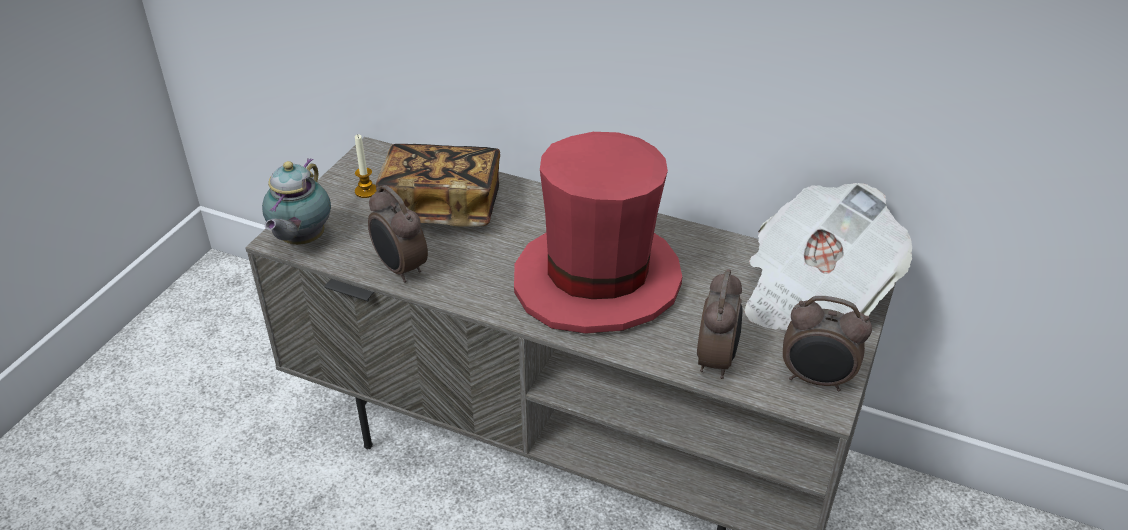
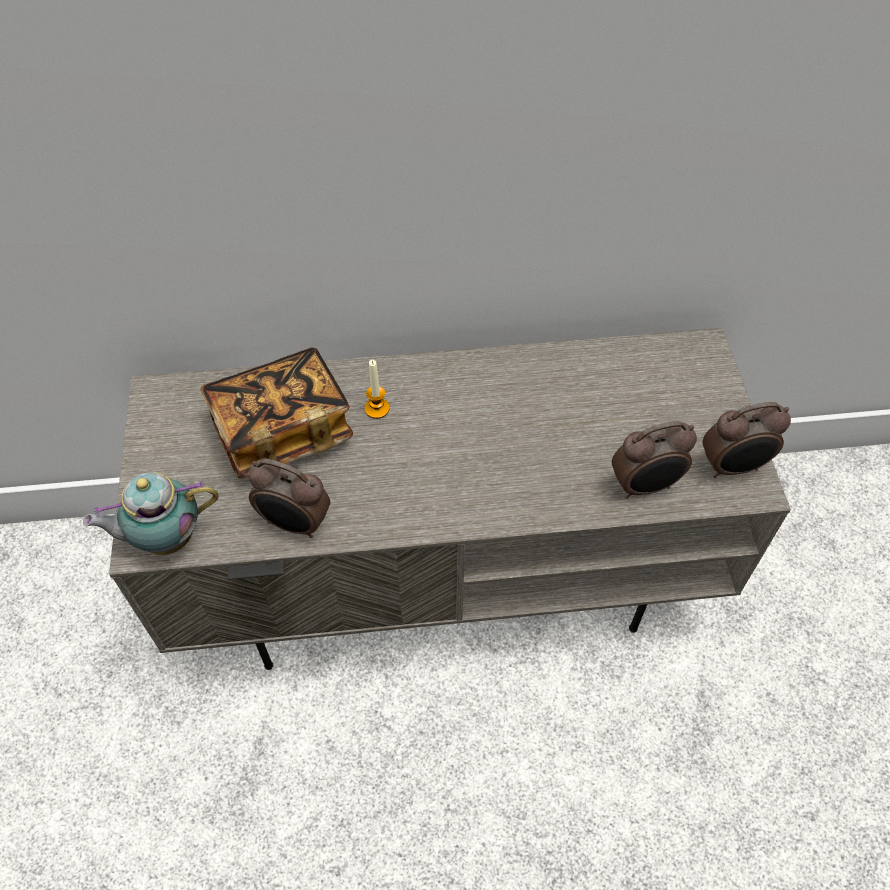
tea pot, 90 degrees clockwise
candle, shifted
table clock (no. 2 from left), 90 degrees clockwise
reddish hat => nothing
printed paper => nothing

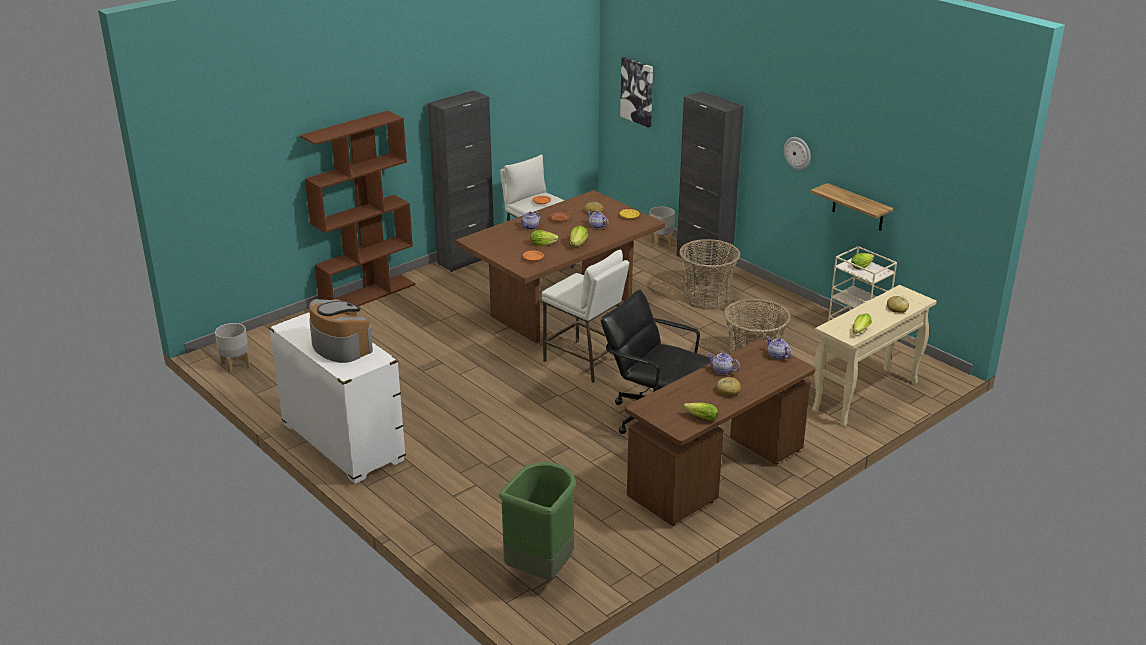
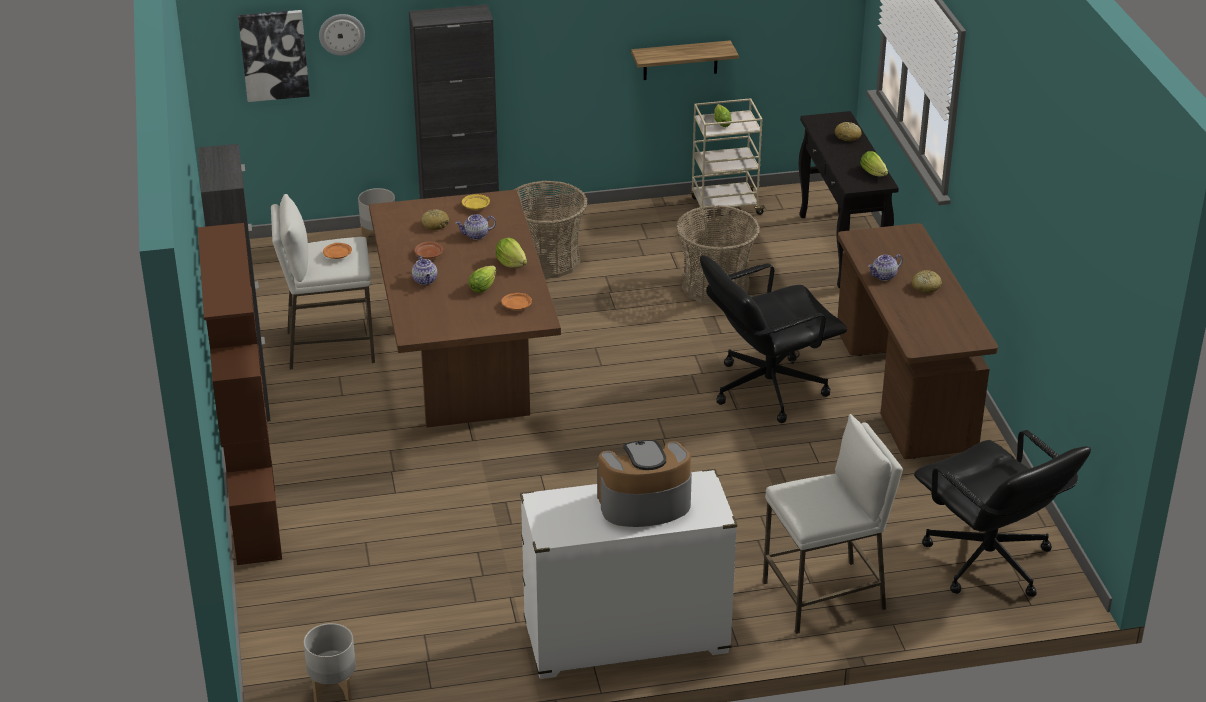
hanging clock, shifted
whitish stool (no. 2 from left), shifted
beige narrow table => blackish narrow table
green trash can => blackish computer chair (no. 2 from left)
lettuce head (no. 3 from left) => nothing
tea pot (no. 4 from left) => nothing

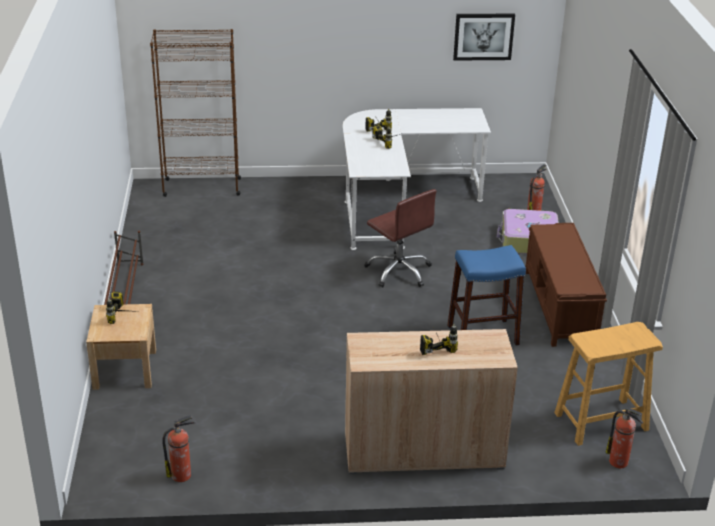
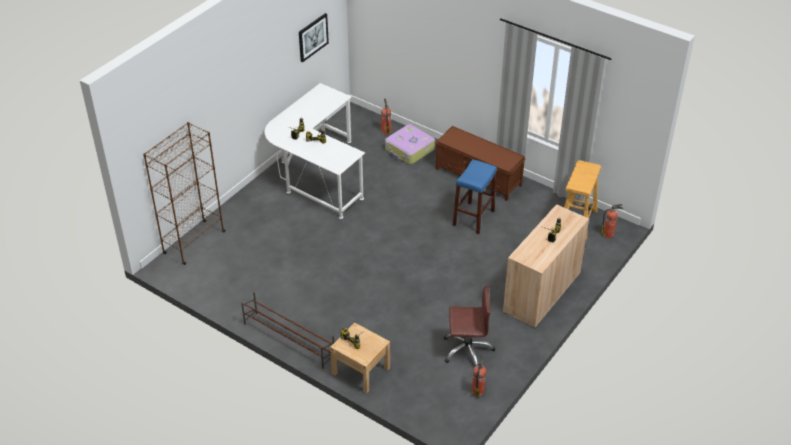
brownish computer chair, shifted

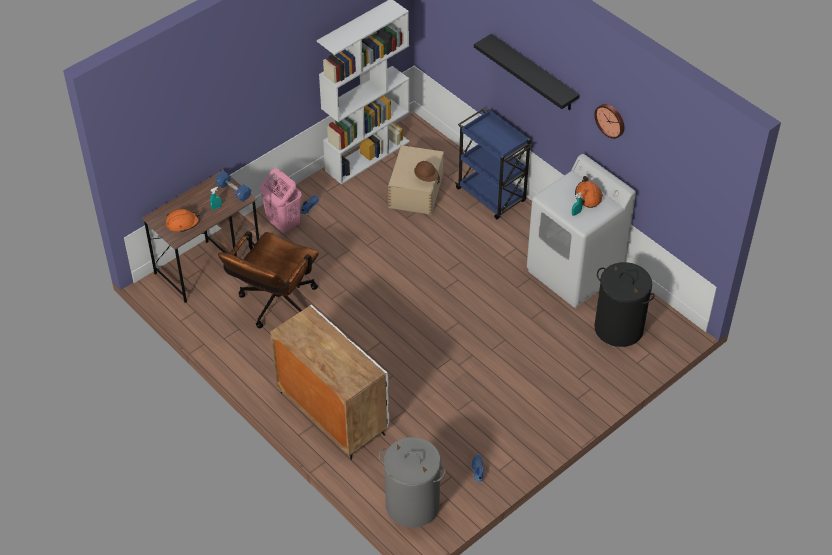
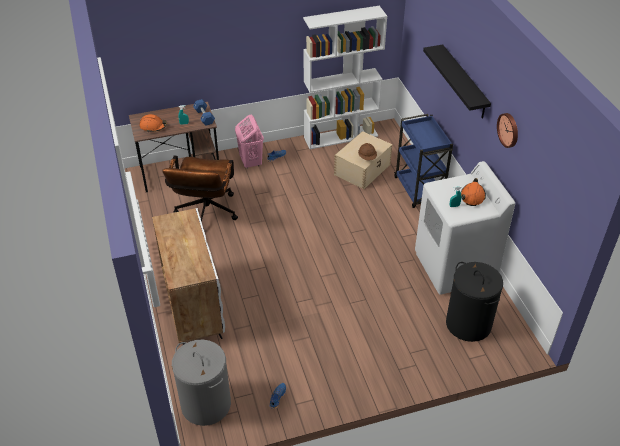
brownish computer chair, 45 degrees counterclockwise

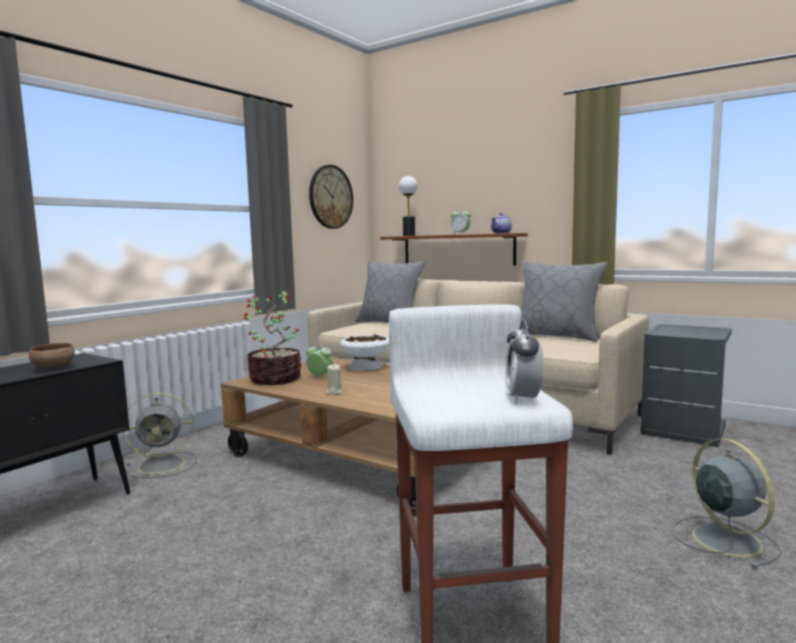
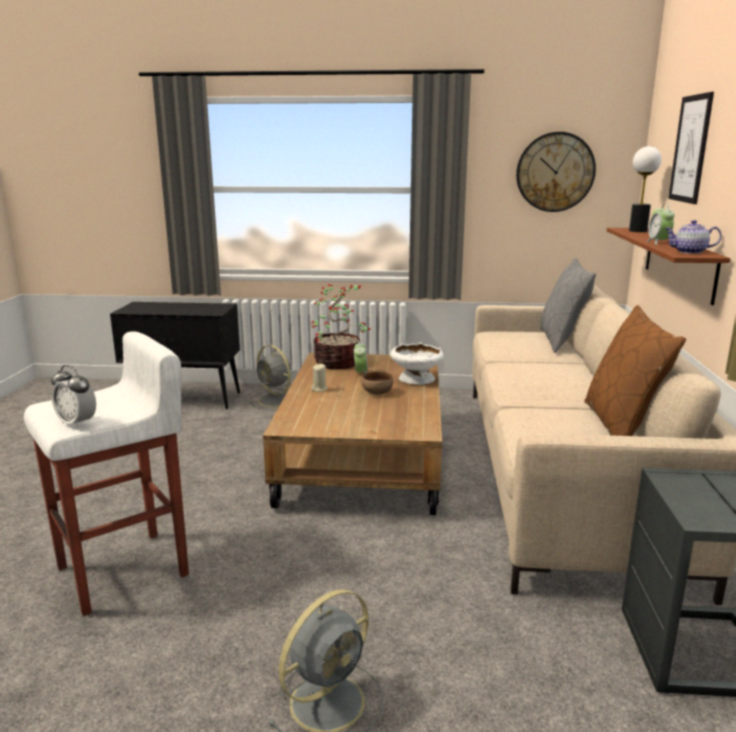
table clock (no. 3 from left in the first image) => table clock (no. 1 from left), 120 degrees counterclockwise
brownish serving bowl, shifted
greyish cushion (no. 2 from left) => brownish cushion
nothing => wall art

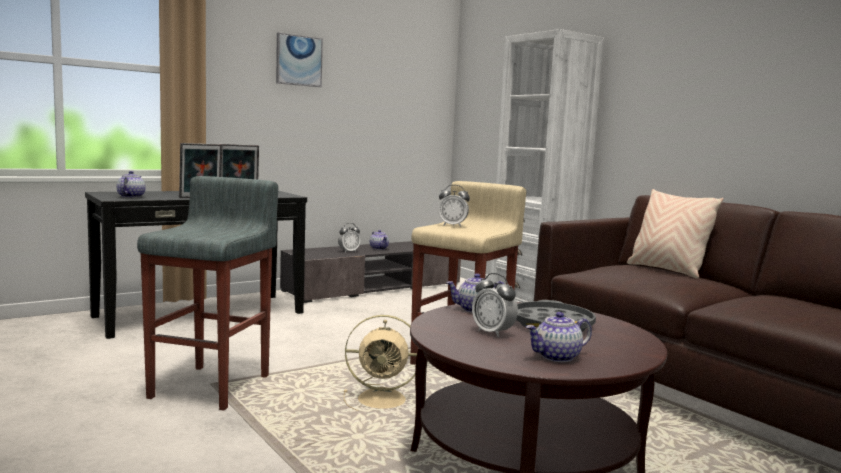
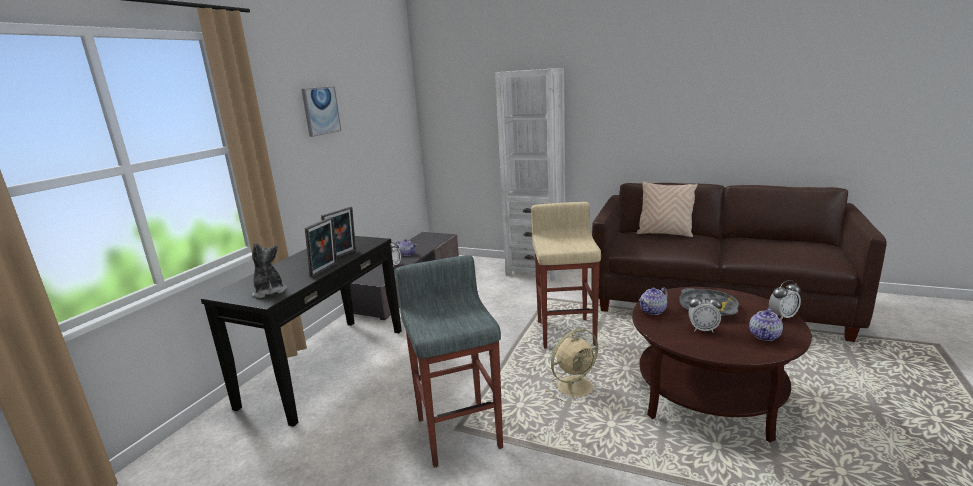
tea pot (no. 1 from left) => cuddly toy
table clock (no. 2 from left in the first image) => table clock (no. 3 from left), shifted

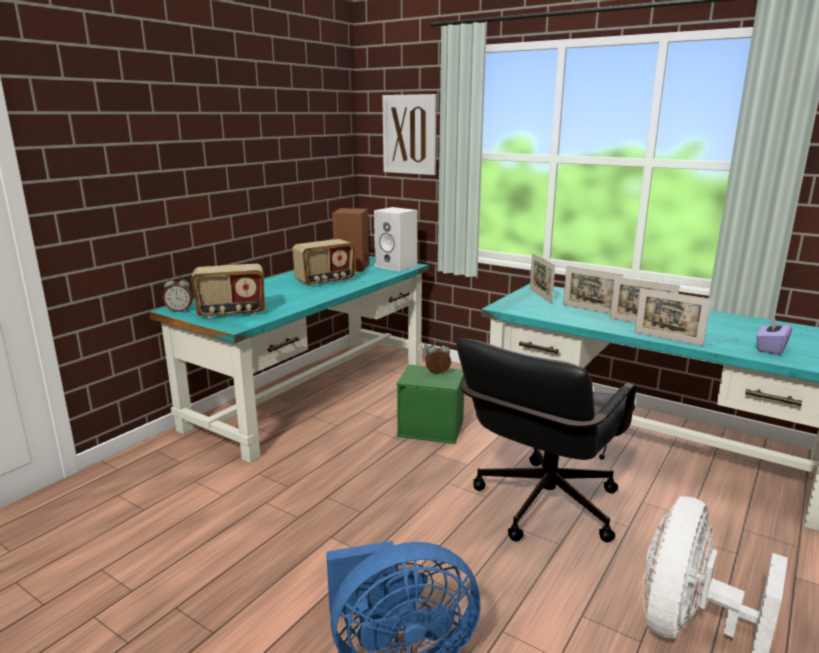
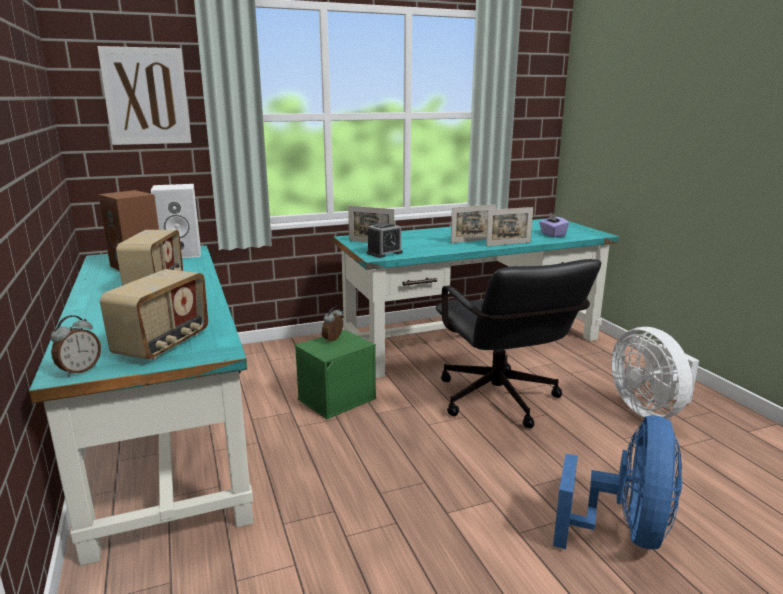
nothing => table clock (no. 3 from left)
standing frame (no. 2 from left) => nothing

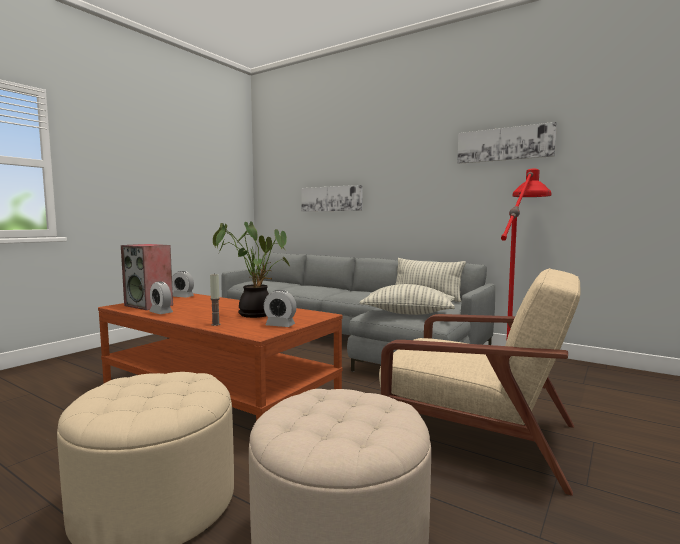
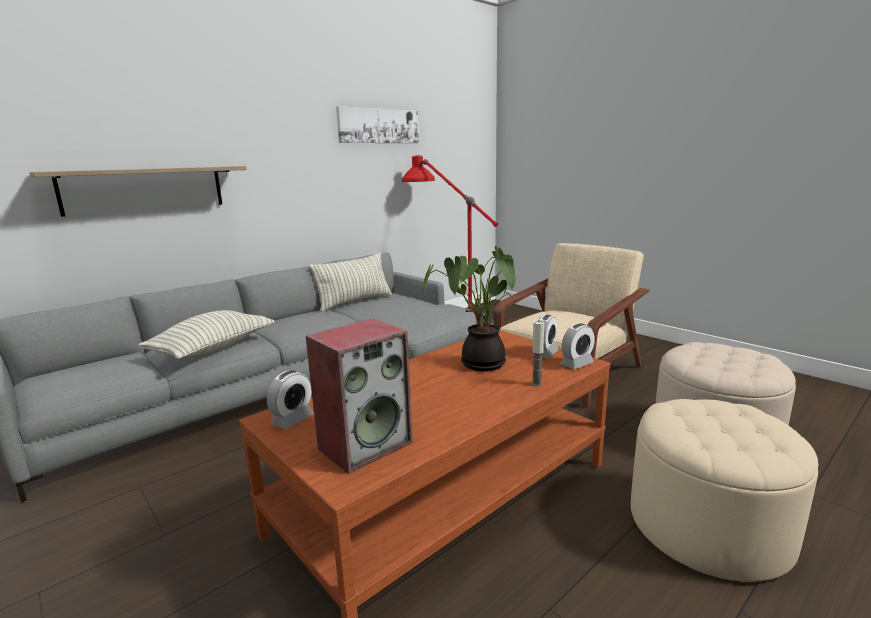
wall art (no. 1 from left) => shelf
cushion (no. 1 from left), shifted
table clock (no. 1 from left in the first image) => table clock (no. 3 from left), shifted

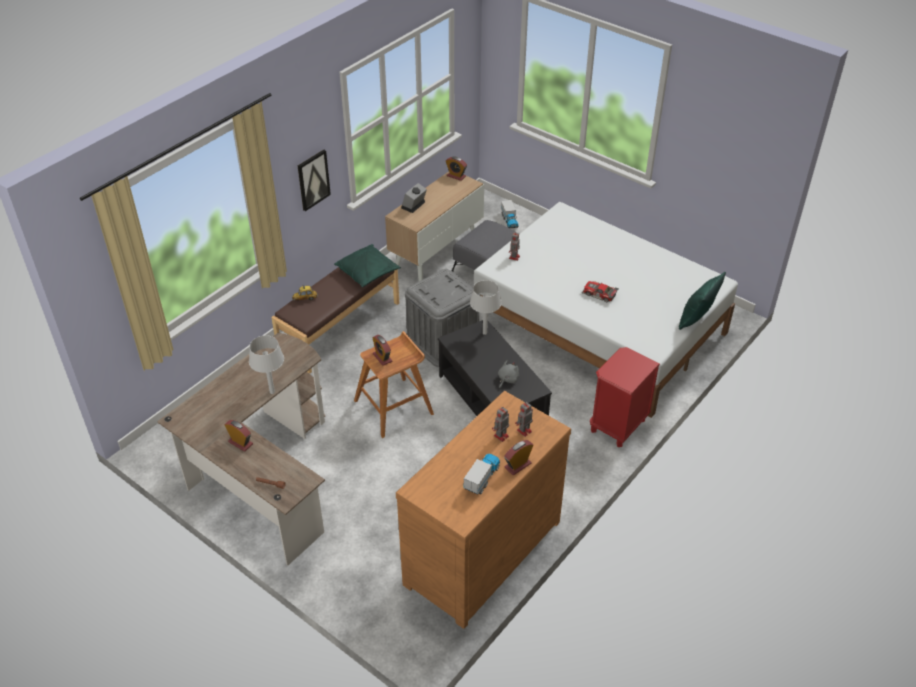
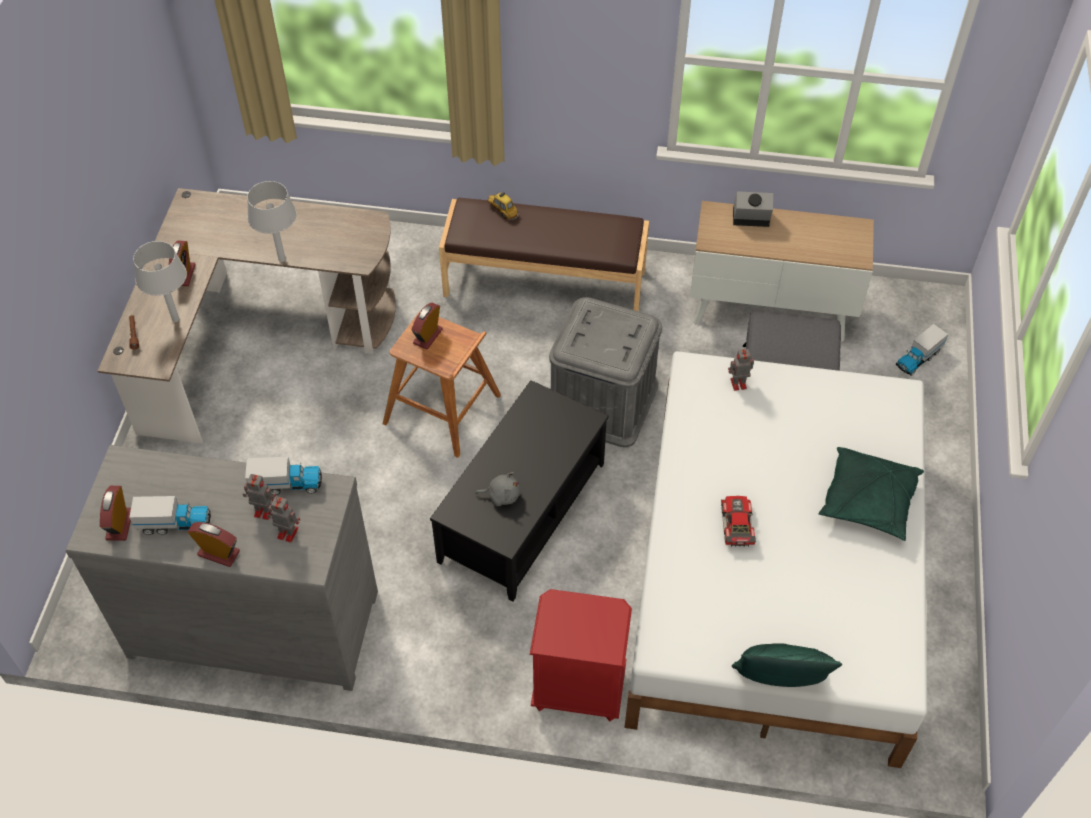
brownish dresser => greyish dresser
table clock (no. 4 from left in the first image) => table clock (no. 1 from left), shifted
greyish tabletop lamp (no. 2 from left in the first image) => greyish tabletop lamp (no. 1 from left), shifted
nothing => toy truck (no. 2 from left)
green cushion (no. 1 from left in the first image) => green cushion (no. 2 from left), shifted
wall art => nothing

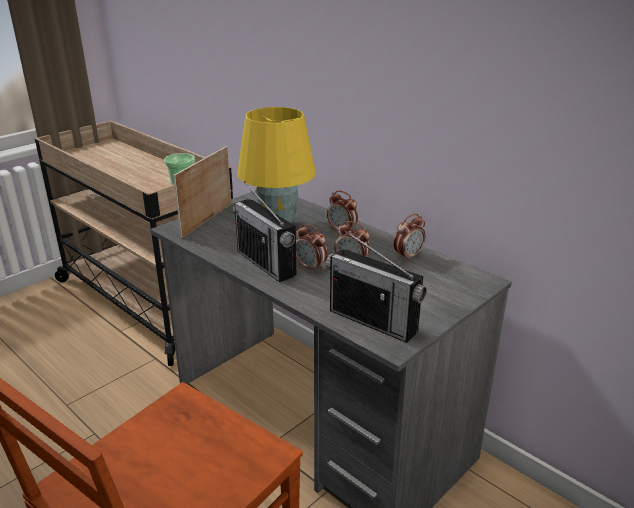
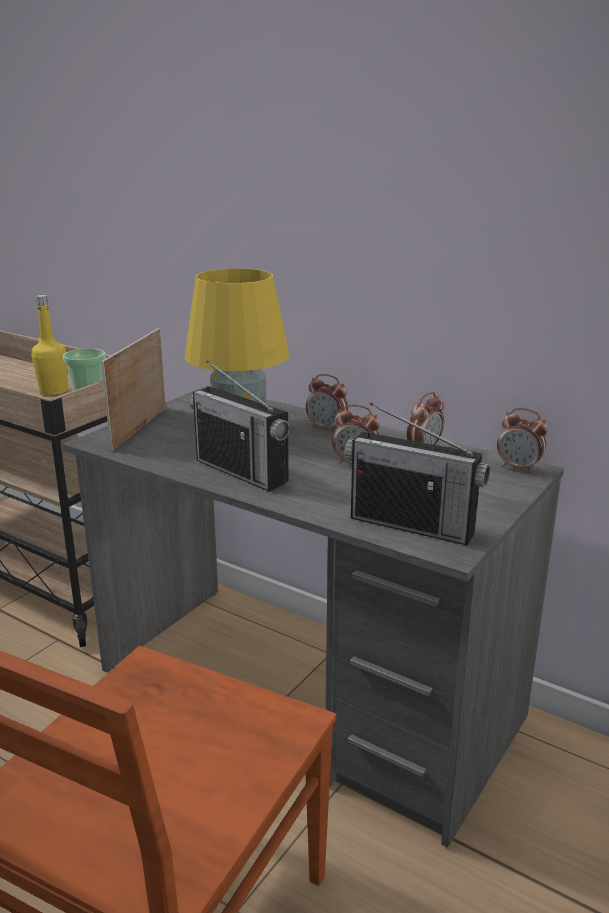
nothing => yellow drink bottle
table clock (no. 1 from left in the first image) => table clock (no. 4 from left), shifted

